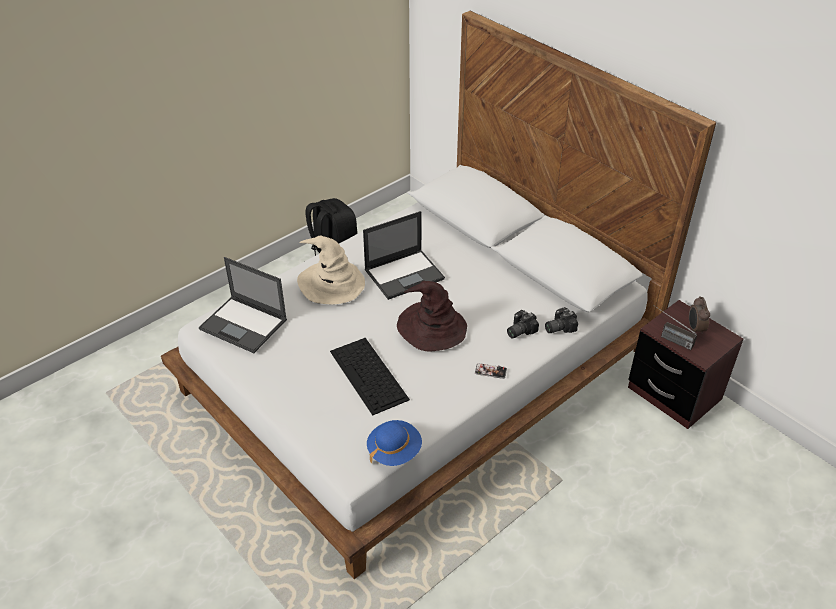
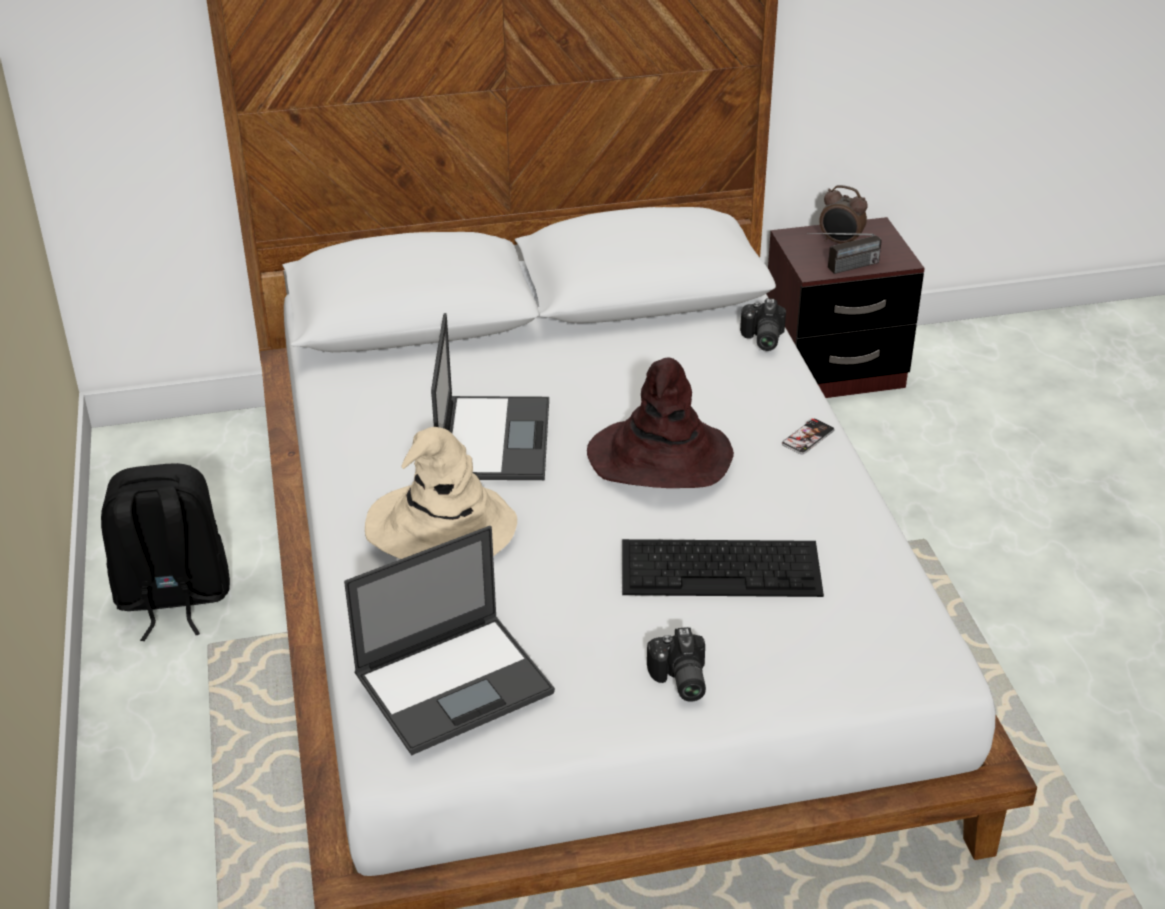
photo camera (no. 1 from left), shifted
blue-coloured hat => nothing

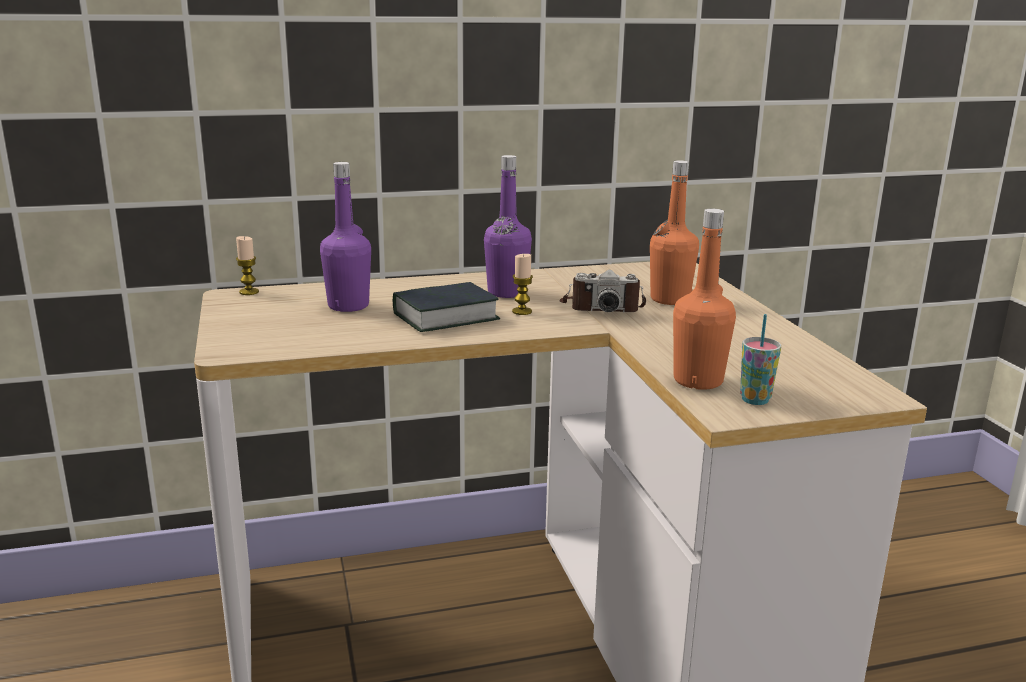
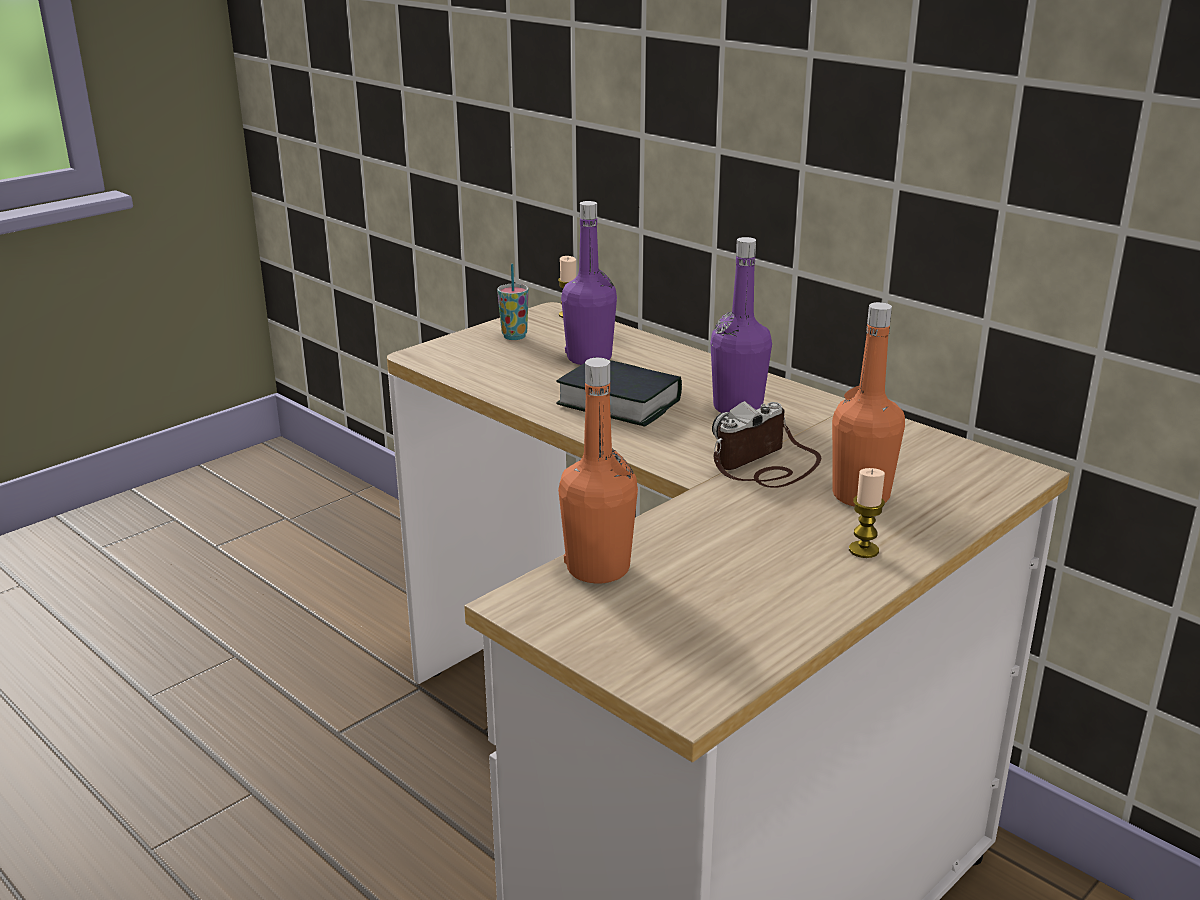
drinking cup, shifted
photo camera, 75 degrees clockwise
candle (no. 2 from left), shifted

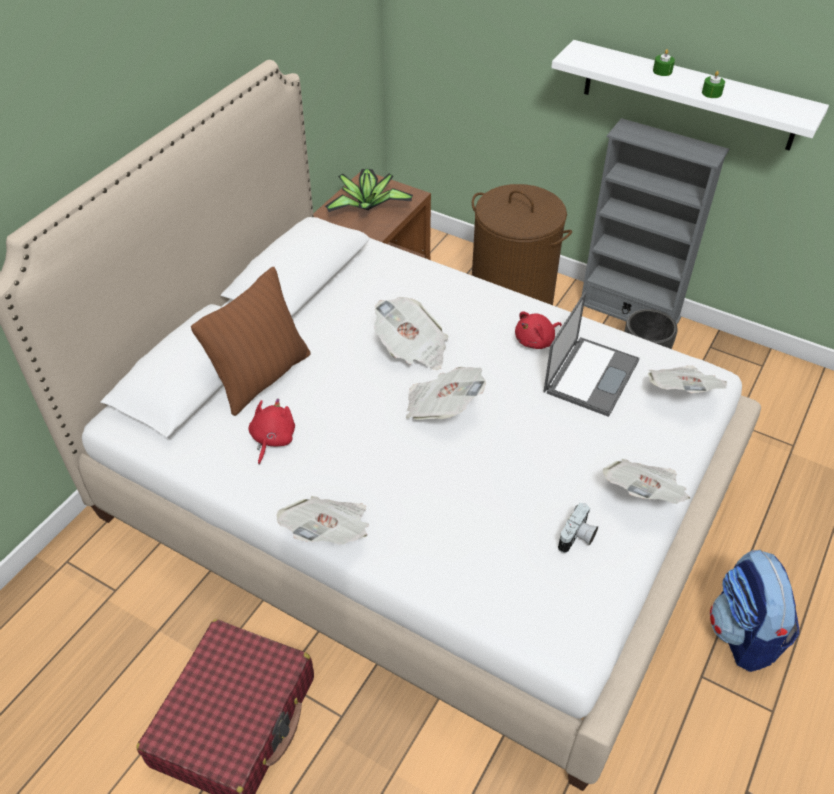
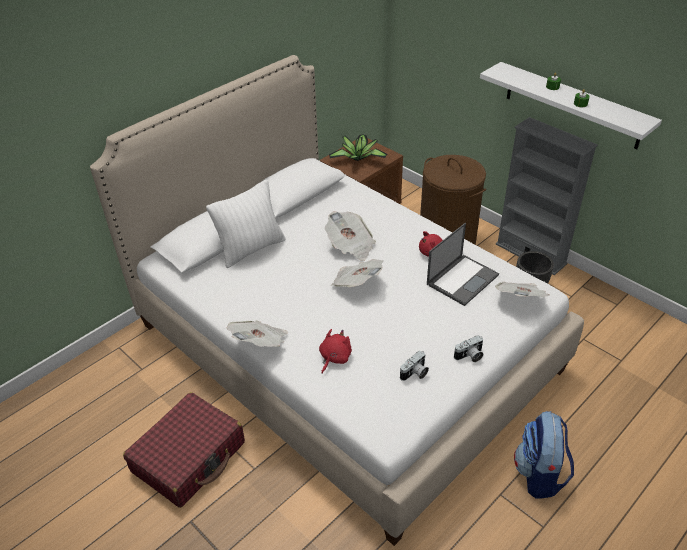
brownish cushion => whitish cushion
reddish cuddly toy (no. 1 from left), shifted
printed paper (no. 4 from left) => photo camera (no. 2 from left)

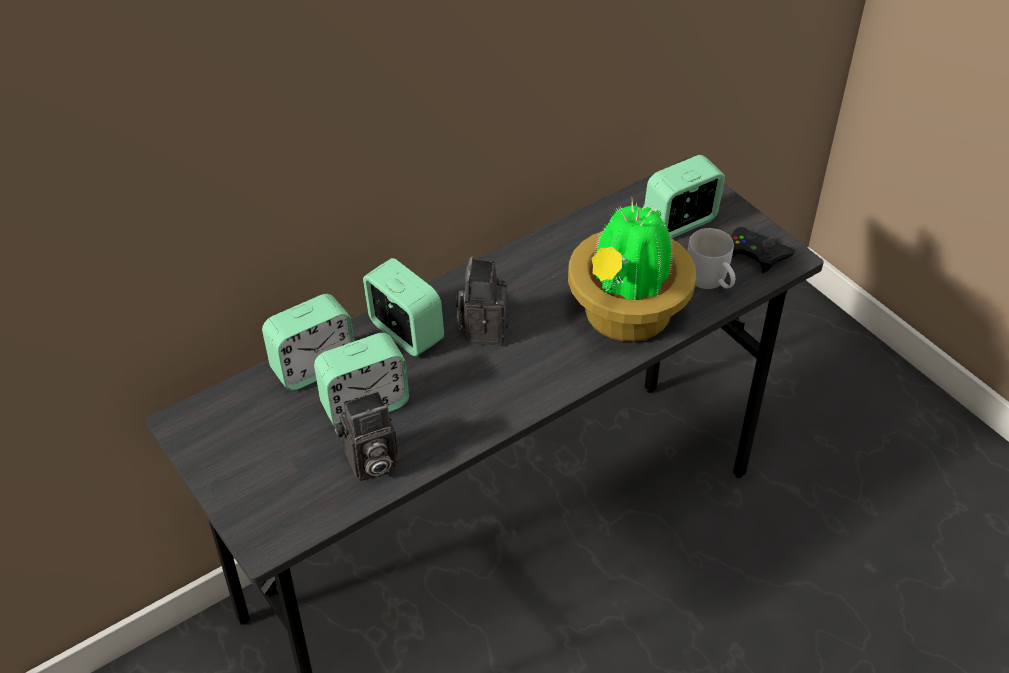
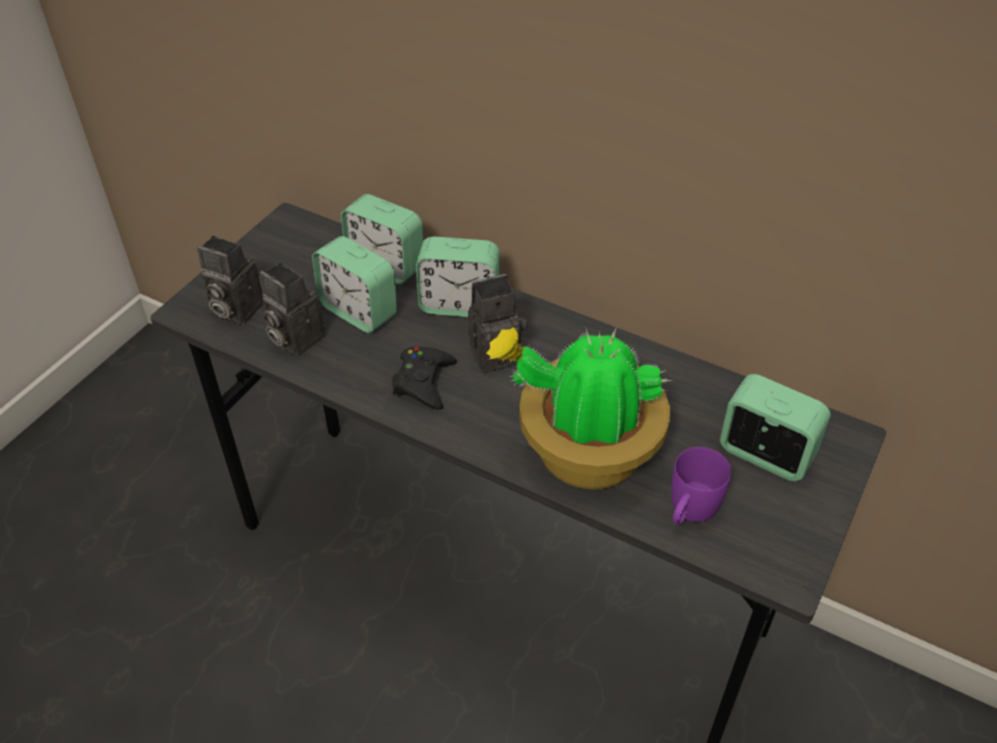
nothing => photo camera (no. 1 from left)
blackish game controller, shifted
table clock (no. 3 from left), 75 degrees clockwise
whitish mug => purple-coloured mug

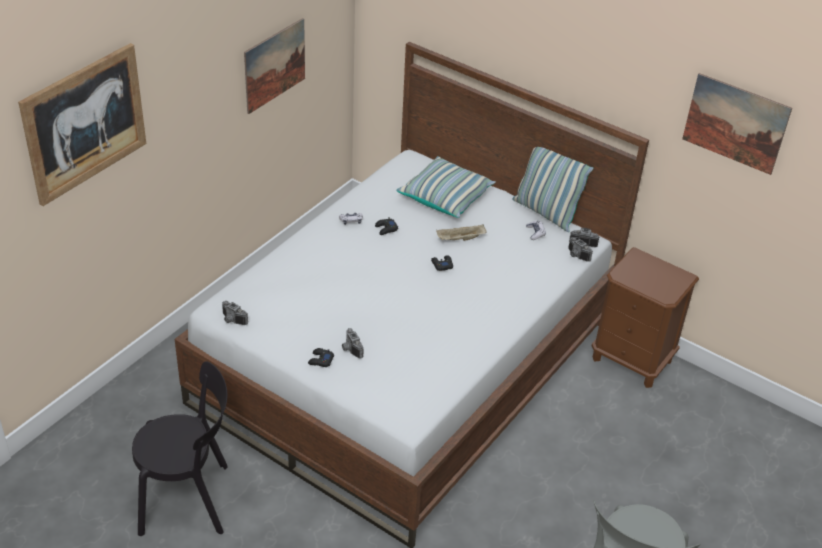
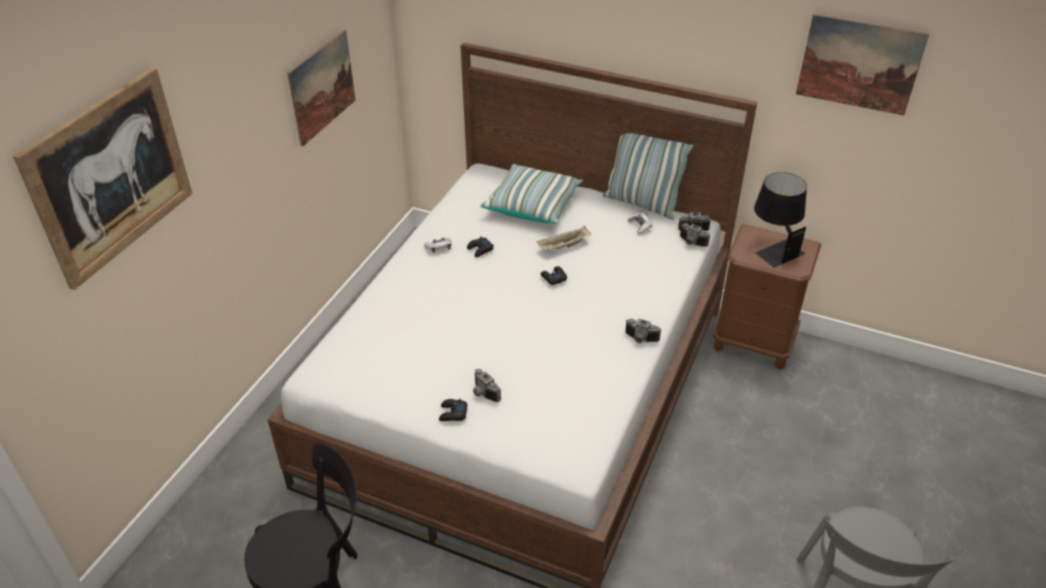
photo camera (no. 1 from left in the first image) => photo camera (no. 2 from left), shifted
nothing => blackish tabletop lamp

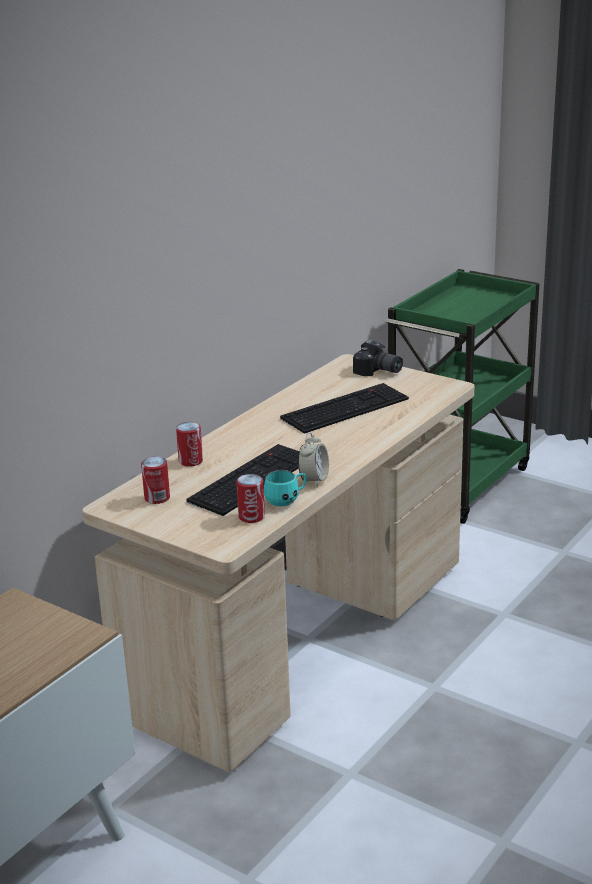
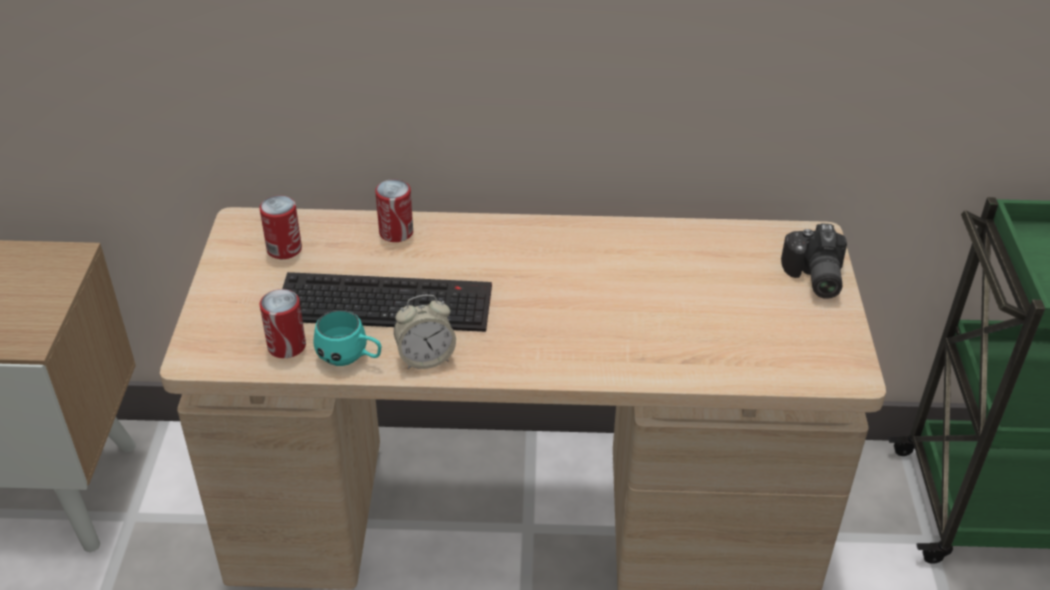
keyboard (no. 2 from left) => nothing

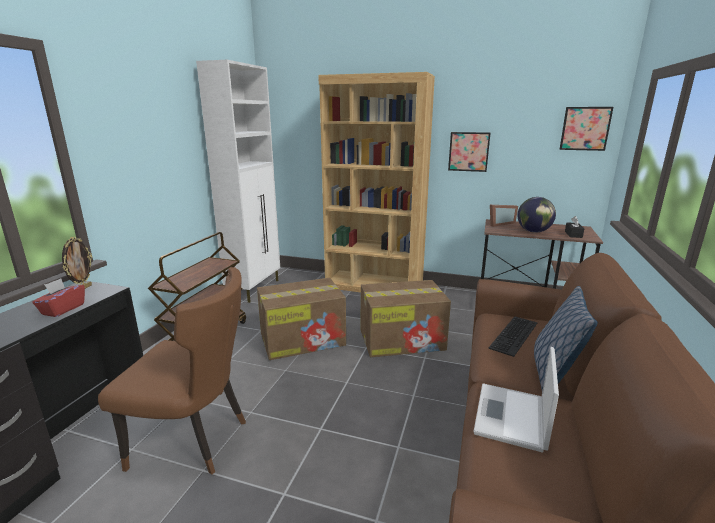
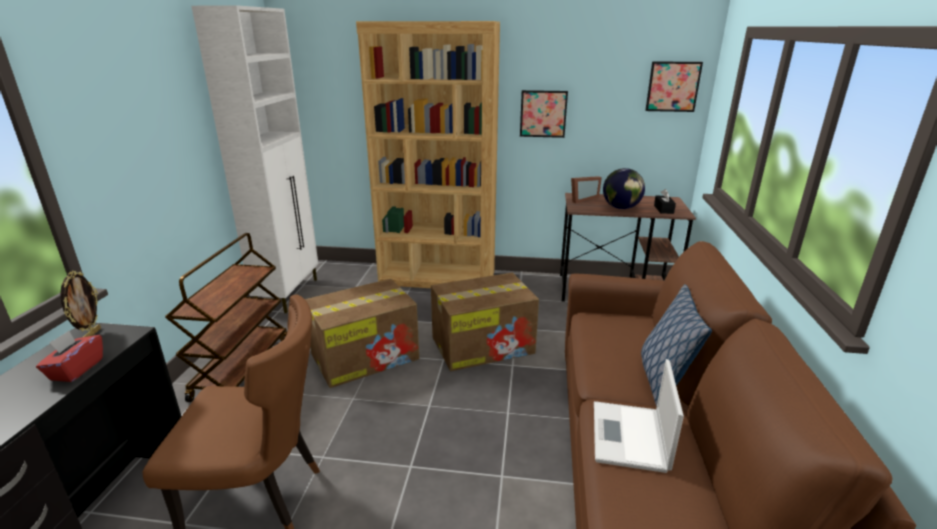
keyboard => nothing

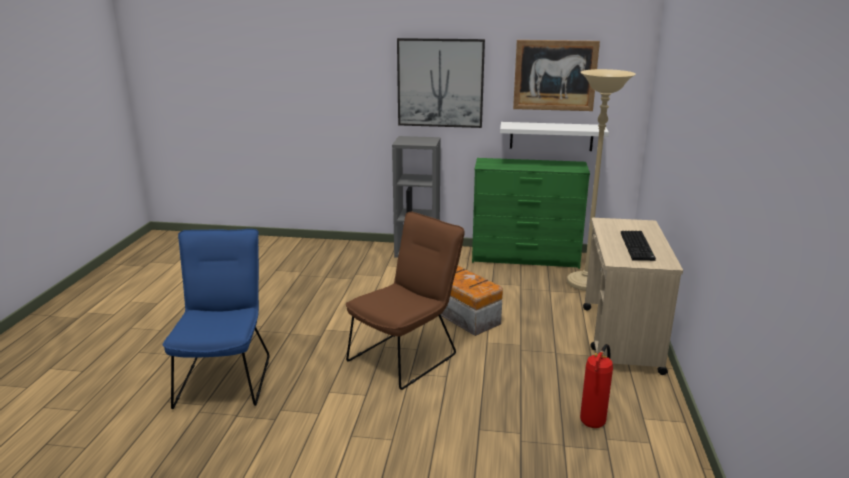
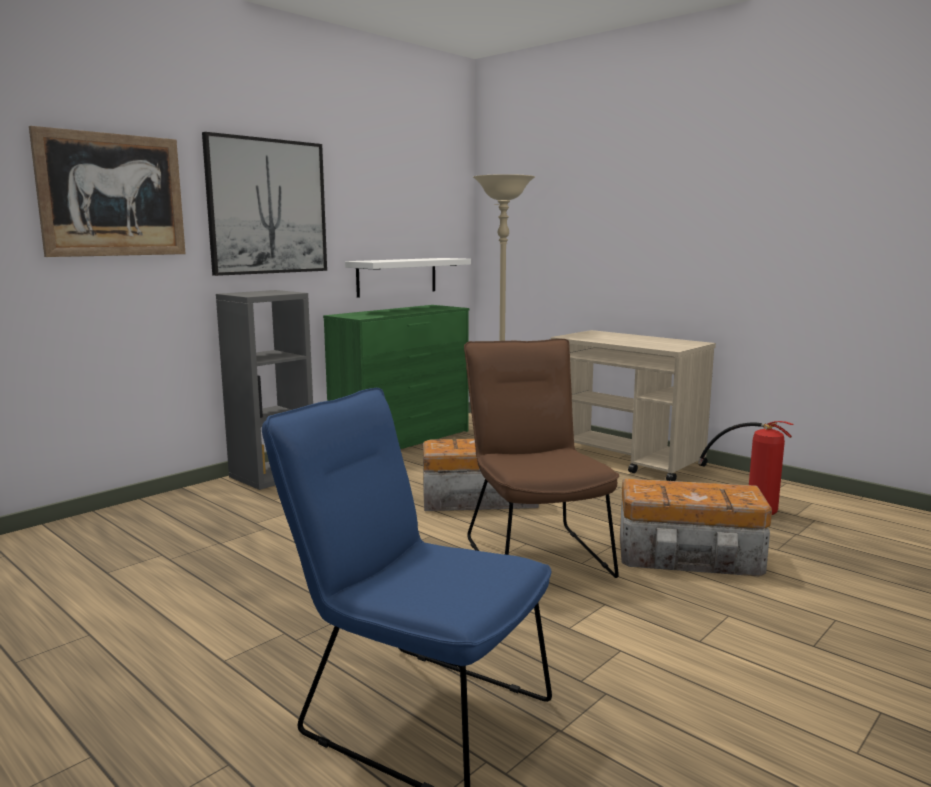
wall art (no. 2 from left in the first image) => wall art (no. 1 from left), shifted
nothing => storage box (no. 2 from left)
keyboard => nothing

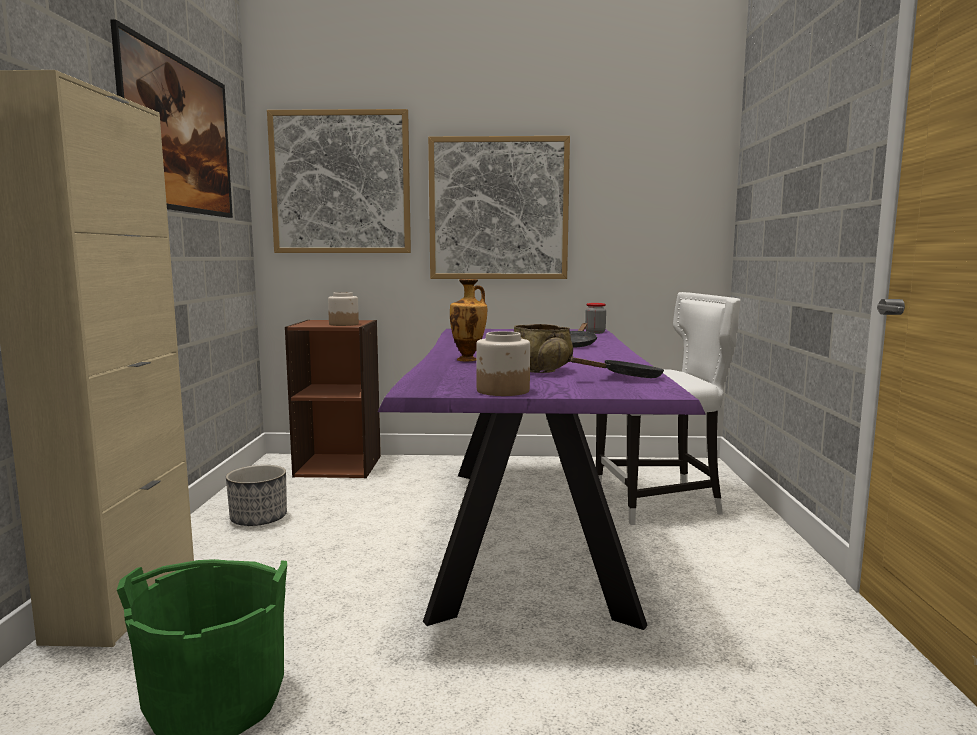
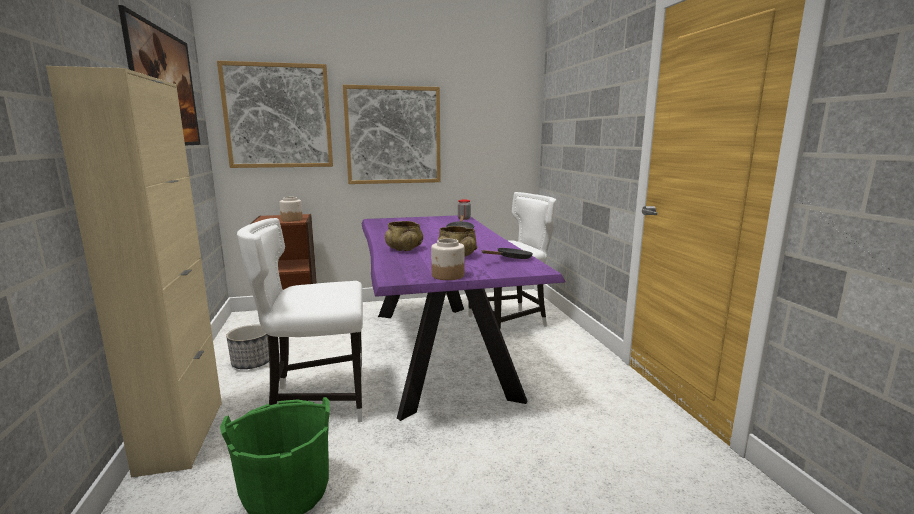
nothing => whitish plain chair (no. 1 from left)
decorative vase => beige serving bowl (no. 1 from left)

